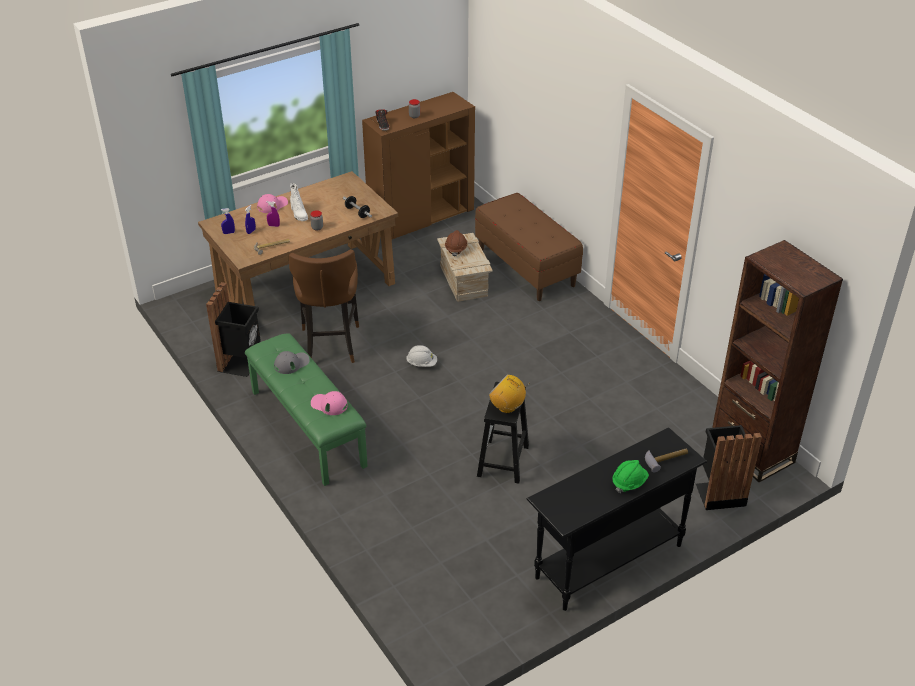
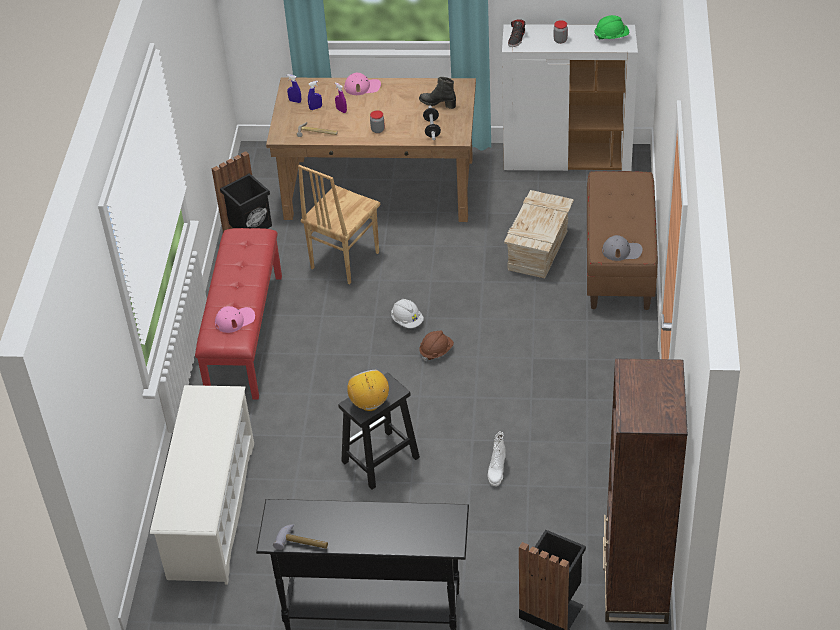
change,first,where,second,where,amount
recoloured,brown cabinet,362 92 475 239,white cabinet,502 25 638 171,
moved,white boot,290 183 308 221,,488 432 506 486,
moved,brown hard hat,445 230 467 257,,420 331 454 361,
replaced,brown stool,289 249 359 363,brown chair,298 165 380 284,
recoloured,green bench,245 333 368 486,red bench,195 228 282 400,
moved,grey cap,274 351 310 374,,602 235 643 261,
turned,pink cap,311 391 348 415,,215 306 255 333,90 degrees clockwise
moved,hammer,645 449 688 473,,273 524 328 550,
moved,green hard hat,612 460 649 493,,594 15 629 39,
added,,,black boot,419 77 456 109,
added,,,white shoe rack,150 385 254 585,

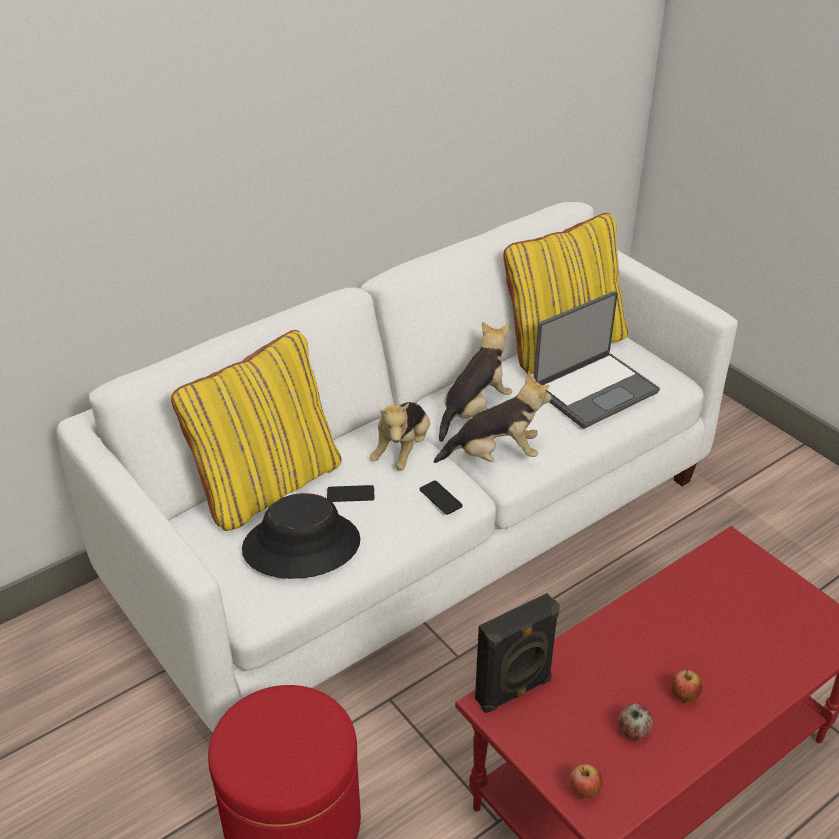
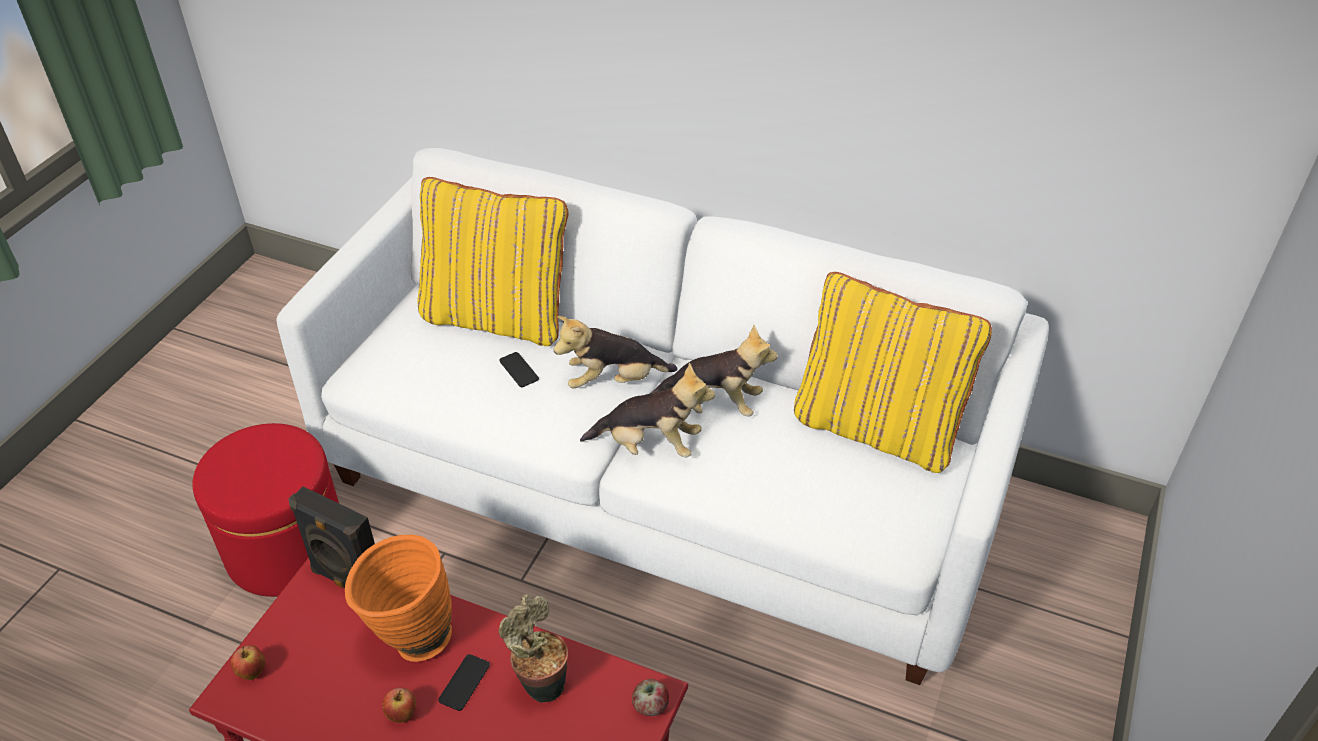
change,first,where,second,where,amount
removed,laptop,534 291 660 429,,,
turned,plush toy,434 371 552 463,,580 363 715 457,45 degrees counterclockwise
moved,phone,420 480 463 515,,439 654 490 711,
removed,black hat,242 493 360 579,,,
moved,apple,618 703 653 740,,632 679 669 716,
added,,,orange vase,345 535 452 662,
added,,,potted plant,499 594 568 703,

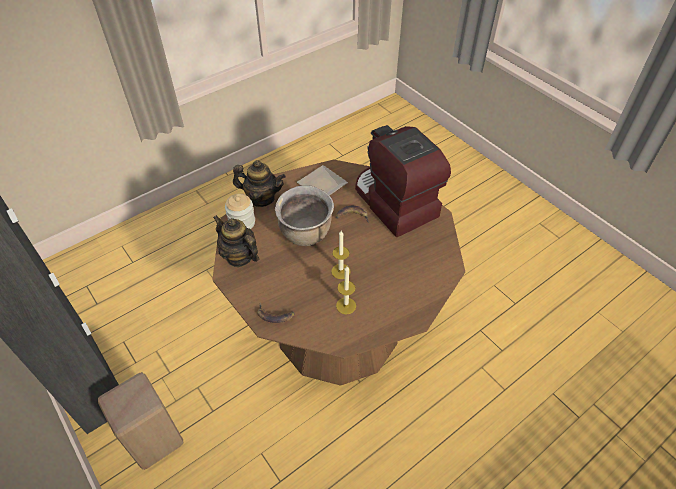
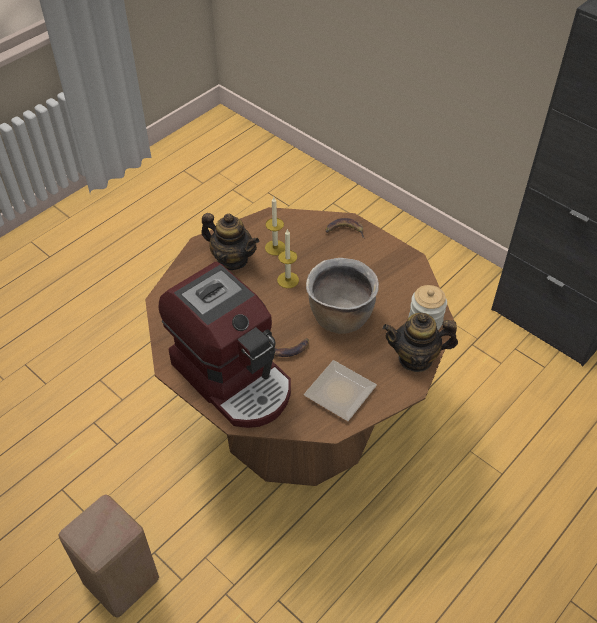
change,first,where,second,where,amount
moved,teapot,213 215 259 267,,201 213 259 270,
moved,beige stool,98 372 183 470,,58 494 159 618,

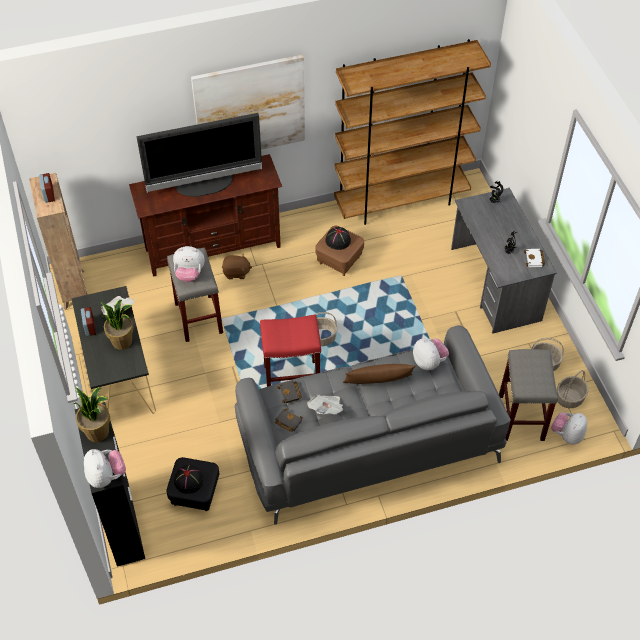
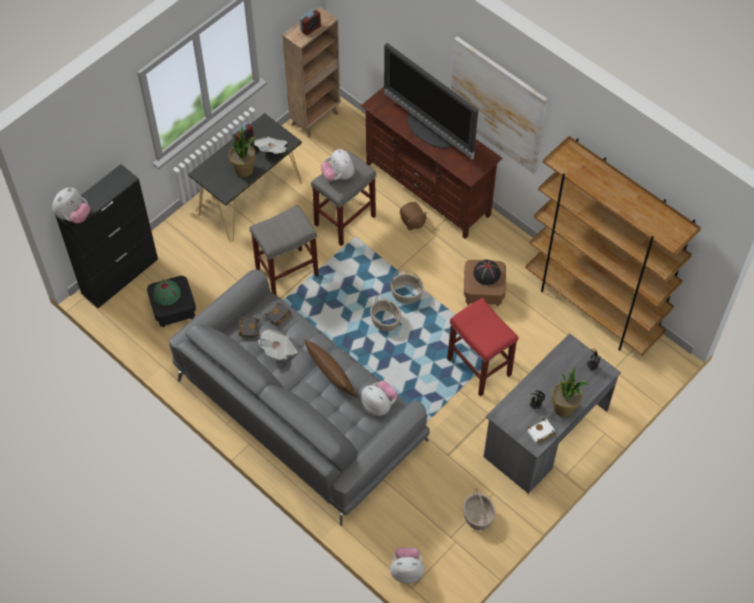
change,first,where,second,where,amount
moved,red stool,260 315 321 387,,447 298 518 396,
turned,plush toy,413 338 449 370,,361 381 398 416,75 degrees counterclockwise
moved,grey stool,499 349 558 441,,250 204 319 295,
moved,basket,557 370 589 408,,391 270 424 304,
moved,potted plant,72 387 110 442,,551 366 589 417,
recoloured,black hat,174 465 204 494,green hat,153 280 181 306,

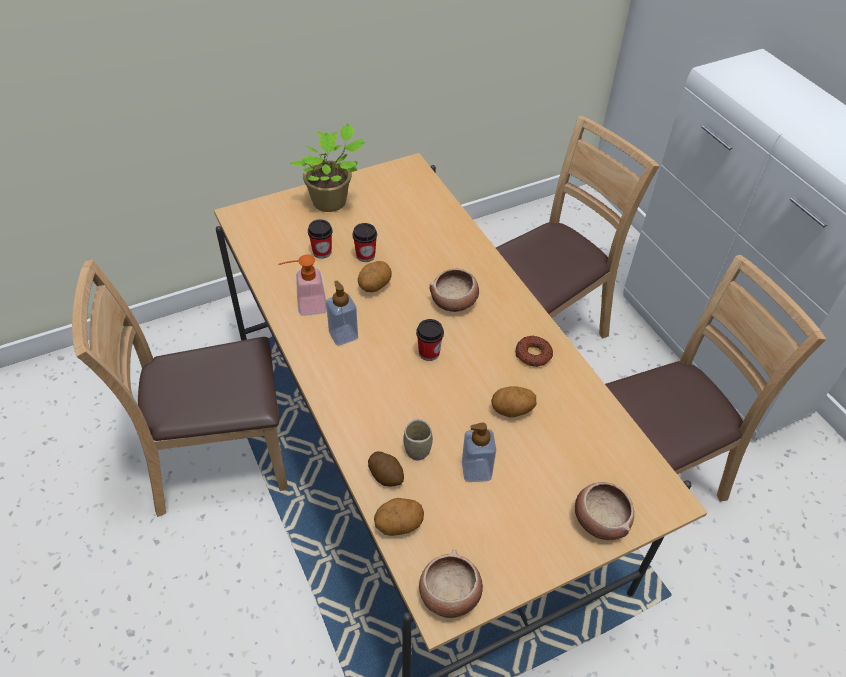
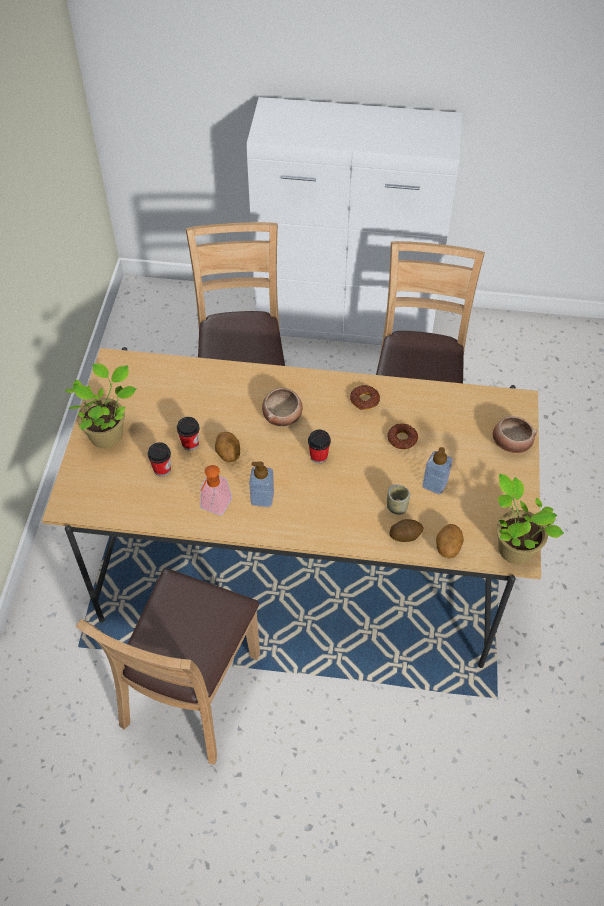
change,first,where,second,where,amount
replaced,potato,491 386 536 417,donut,388 424 418 449,
replaced,bowl,419 550 483 618,potted plant,497 474 564 564,

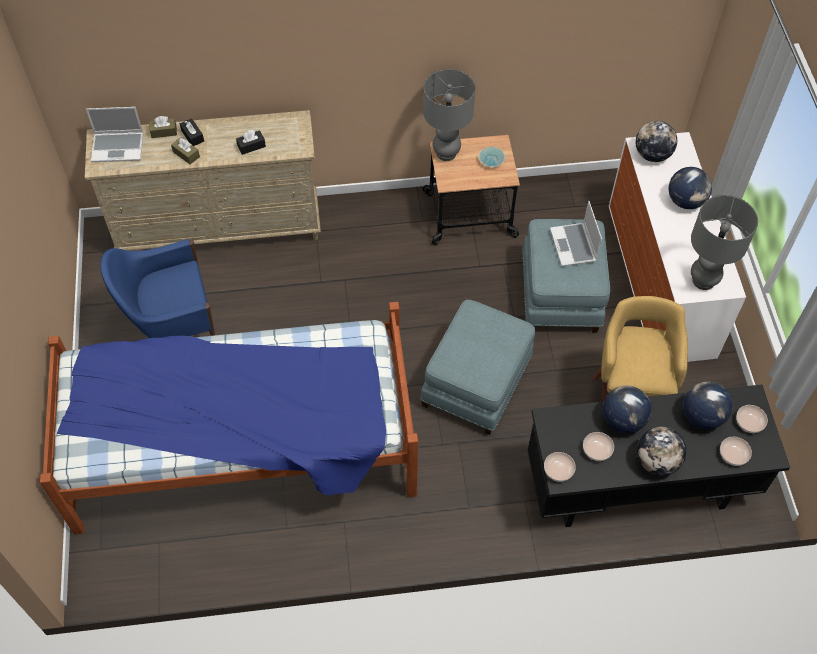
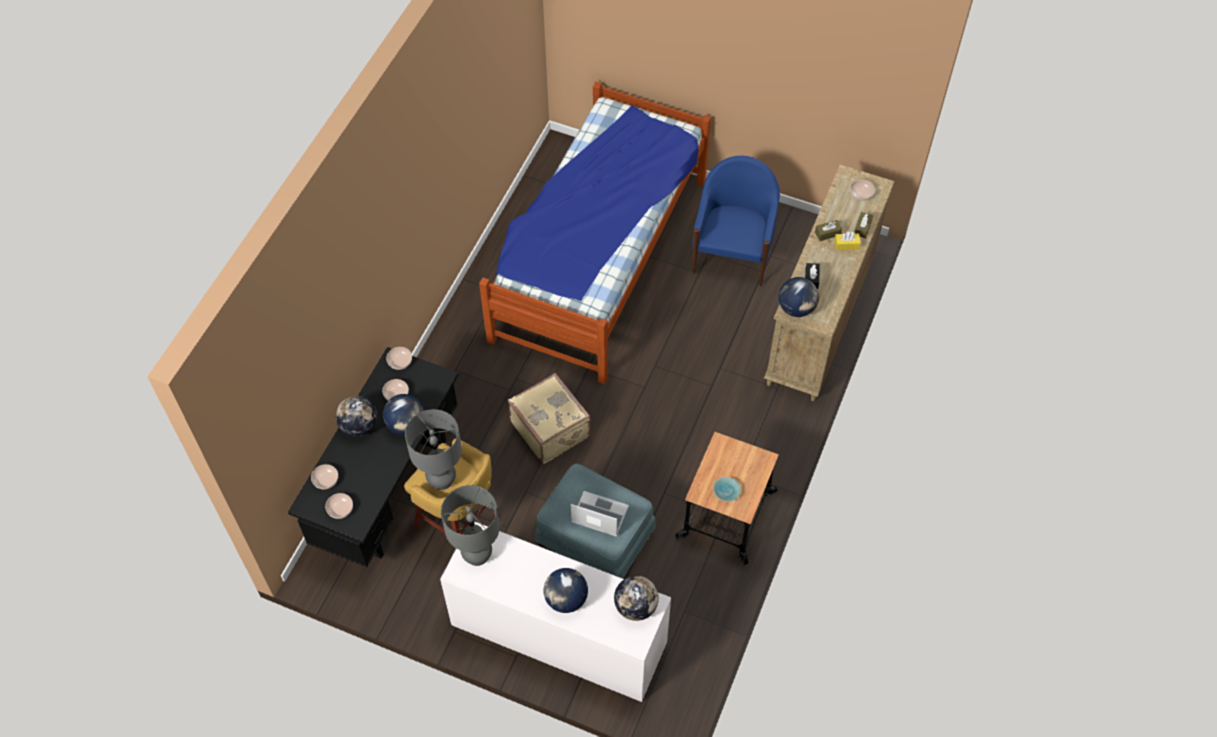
change,first,where,second,where,amount
moved,grey table lamp,423 69 475 161,,405 409 462 490,
replaced,laptop,86 107 143 162,bowl,850 180 875 201,
recoloured,black tissue box,180 118 204 146,yellow tissue box,834 232 861 250,
replaced,blue ottoman,420 300 535 435,beige suitcase,508 373 590 464,
moved,globe,683 382 732 429,,779 277 819 317,

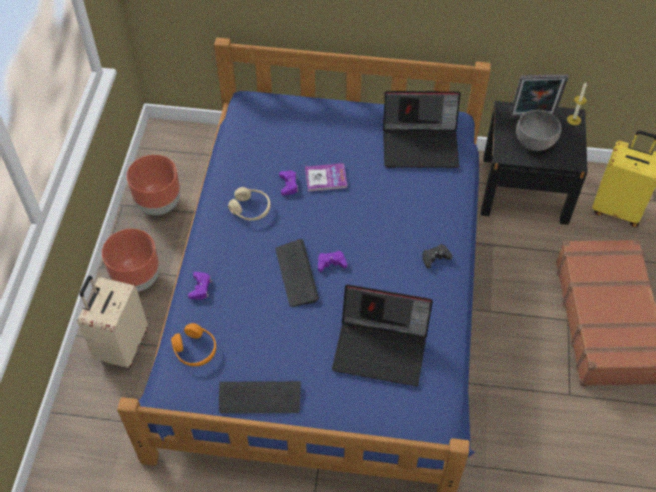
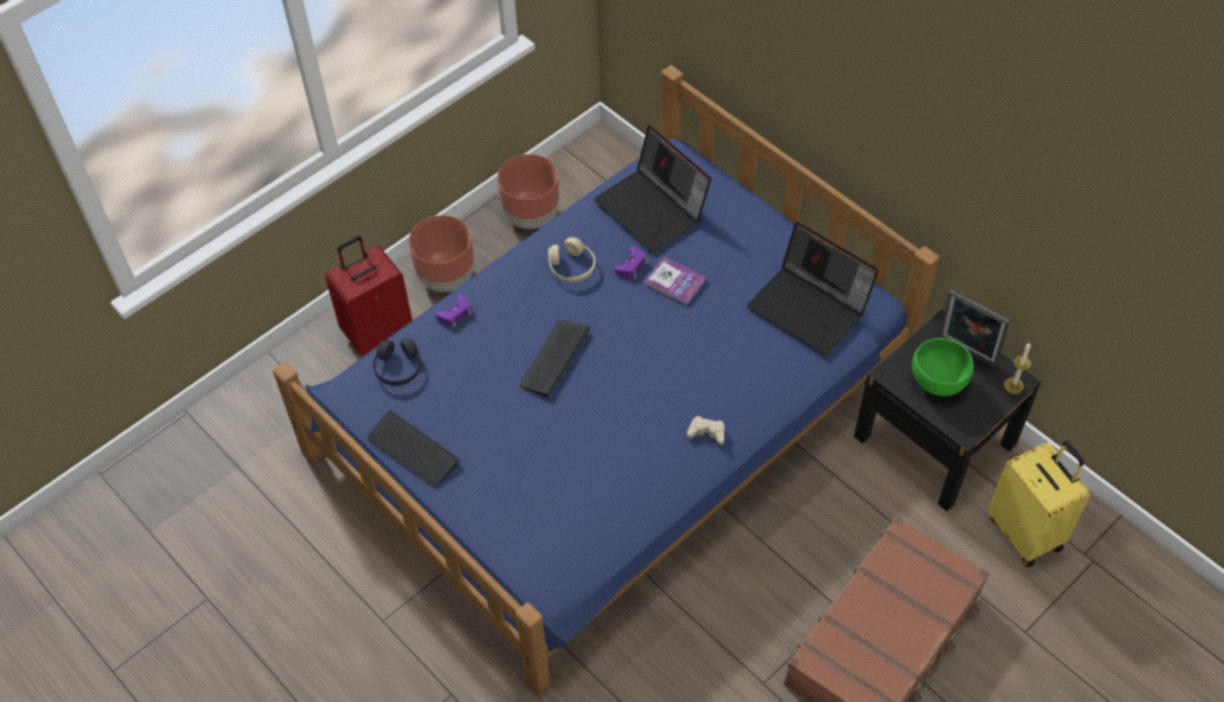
change,first,where,second,where,amount
recoloured,grey bowl,516 110 562 151,green bowl,912 338 974 396,
recoloured,black game controller,422 244 453 268,beige game controller,687 416 725 445,
removed,purple game controller,318 251 347 272,,,
recoloured,beige suitcase,77 276 148 368,red suitcase,325 236 412 356,
moved,laptop,332 284 433 386,,594 125 711 253,
recoloured,orange headphones,171 323 216 366,purple headphones,373 338 421 386,

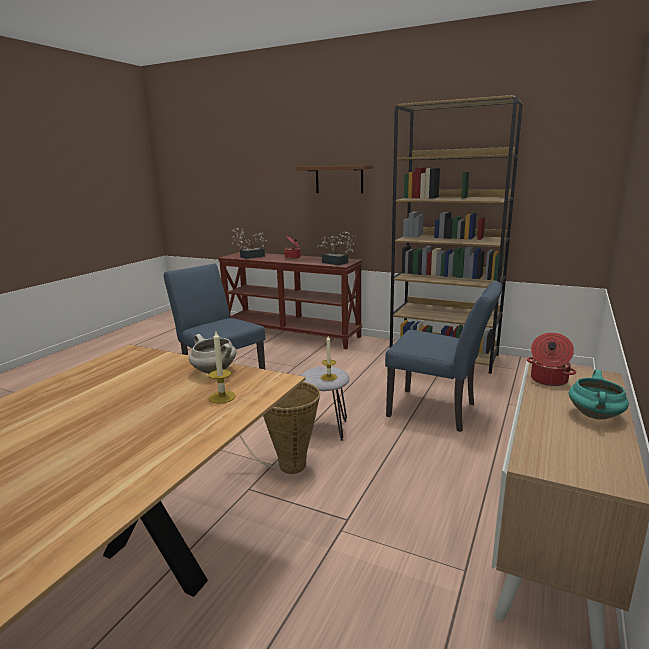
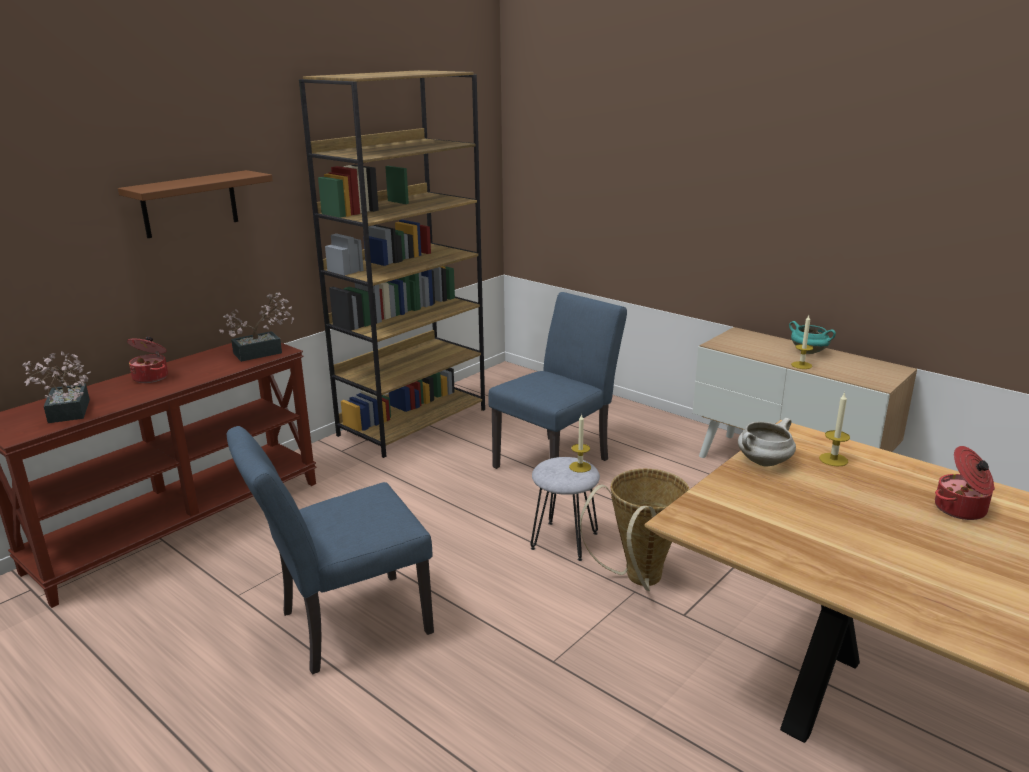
change,first,where,second,where,amount
moved,cooking pot,527 333 576 386,,935 446 995 520,
added,,,candle,791 315 813 369,

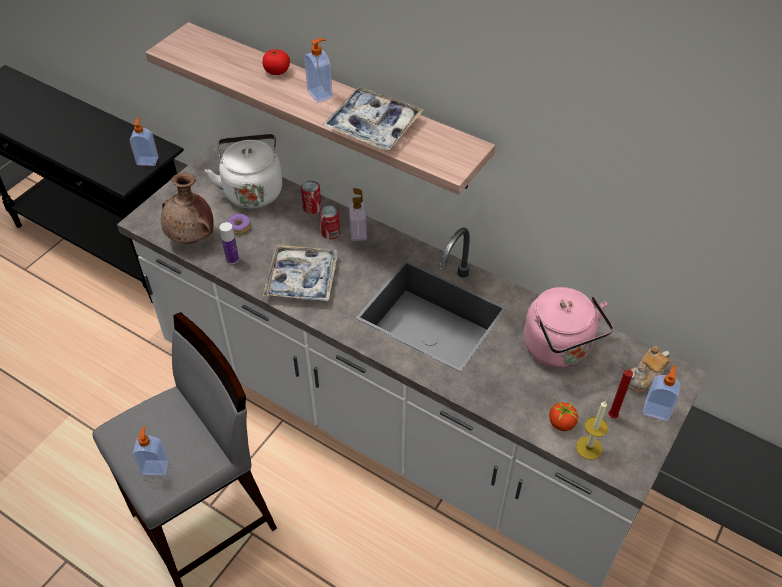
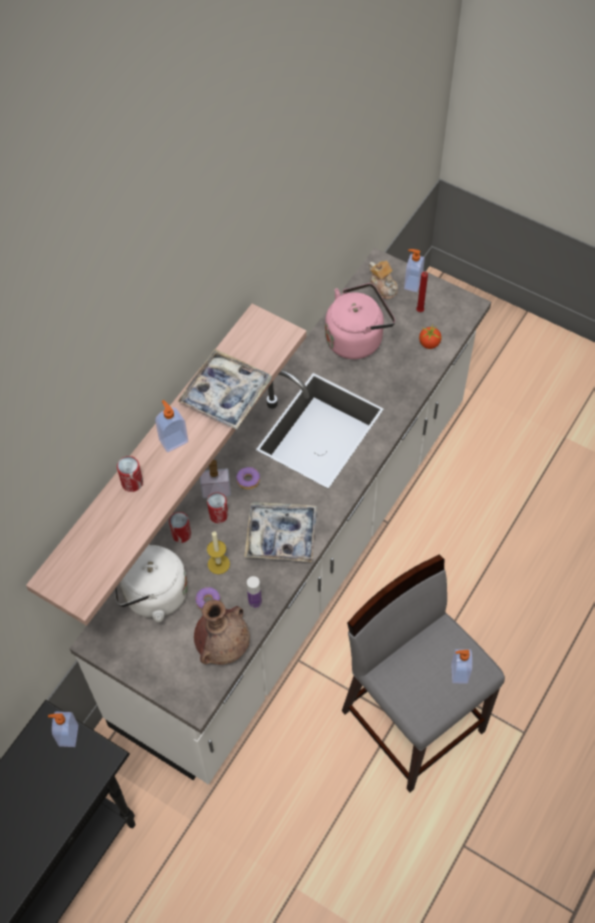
change,first,where,second,where,amount
replaced,tomato,263 49 290 75,can,117 456 143 492,
moved,candle,576 400 608 460,,207 531 230 574,
added,,,donut,236 467 260 490,

